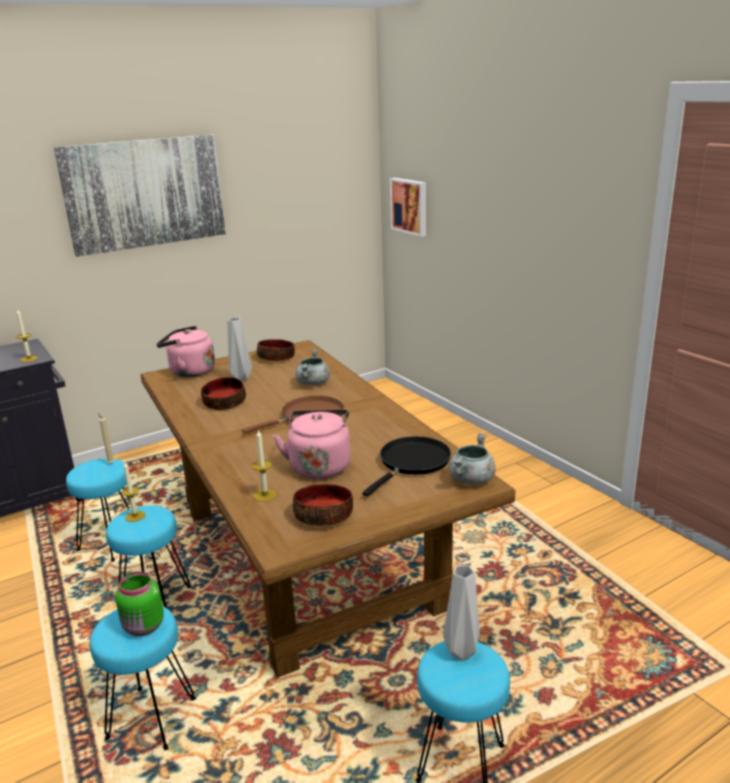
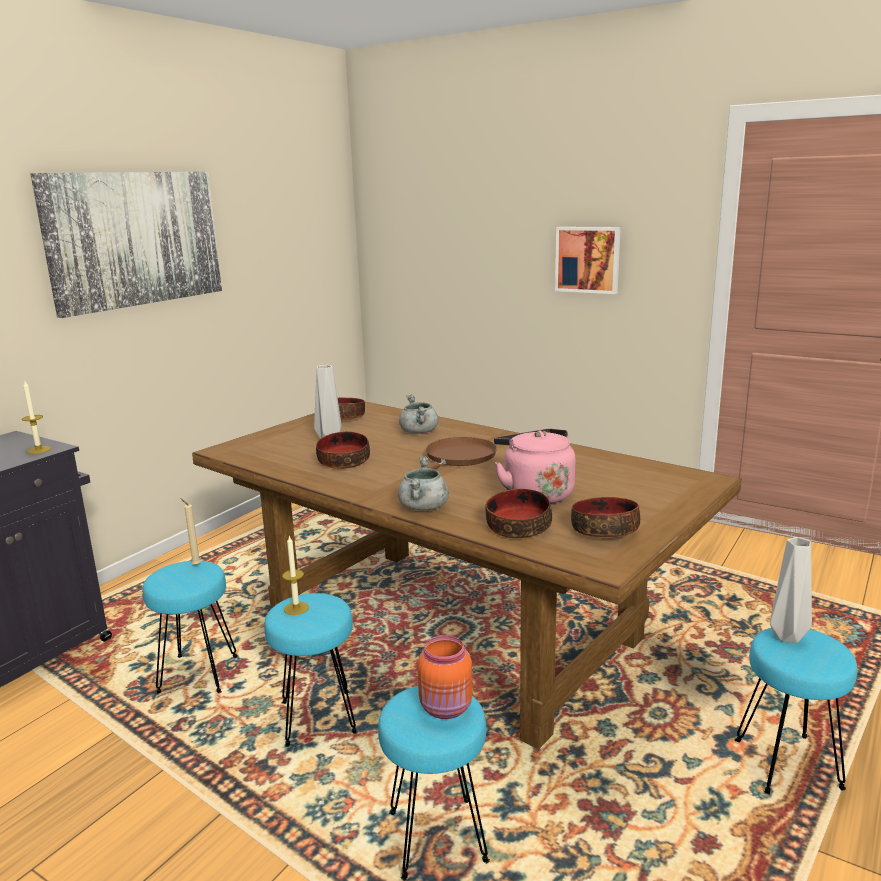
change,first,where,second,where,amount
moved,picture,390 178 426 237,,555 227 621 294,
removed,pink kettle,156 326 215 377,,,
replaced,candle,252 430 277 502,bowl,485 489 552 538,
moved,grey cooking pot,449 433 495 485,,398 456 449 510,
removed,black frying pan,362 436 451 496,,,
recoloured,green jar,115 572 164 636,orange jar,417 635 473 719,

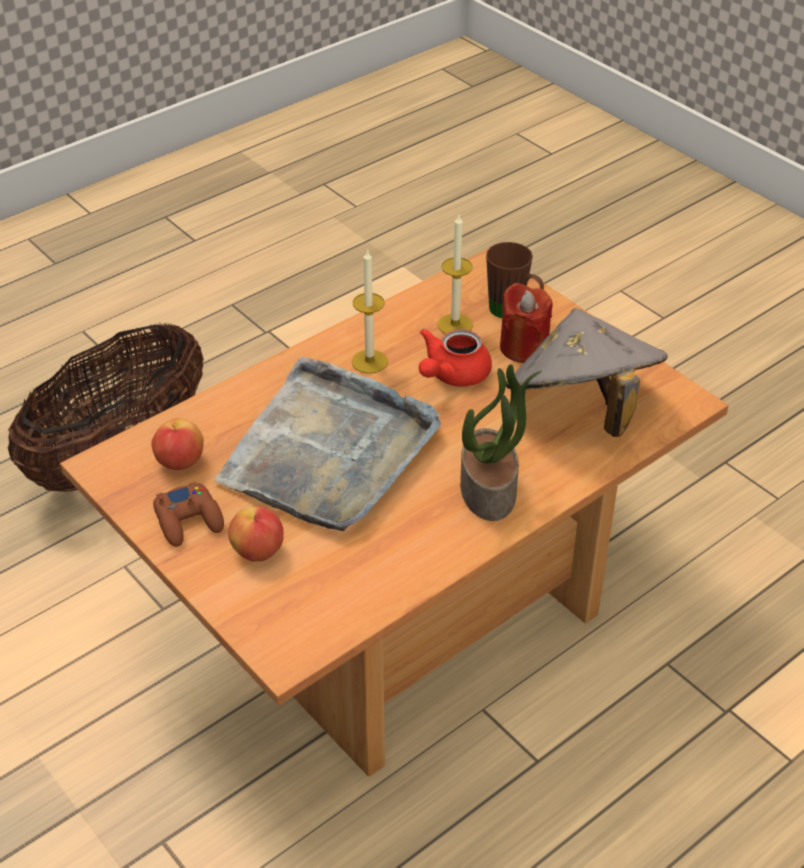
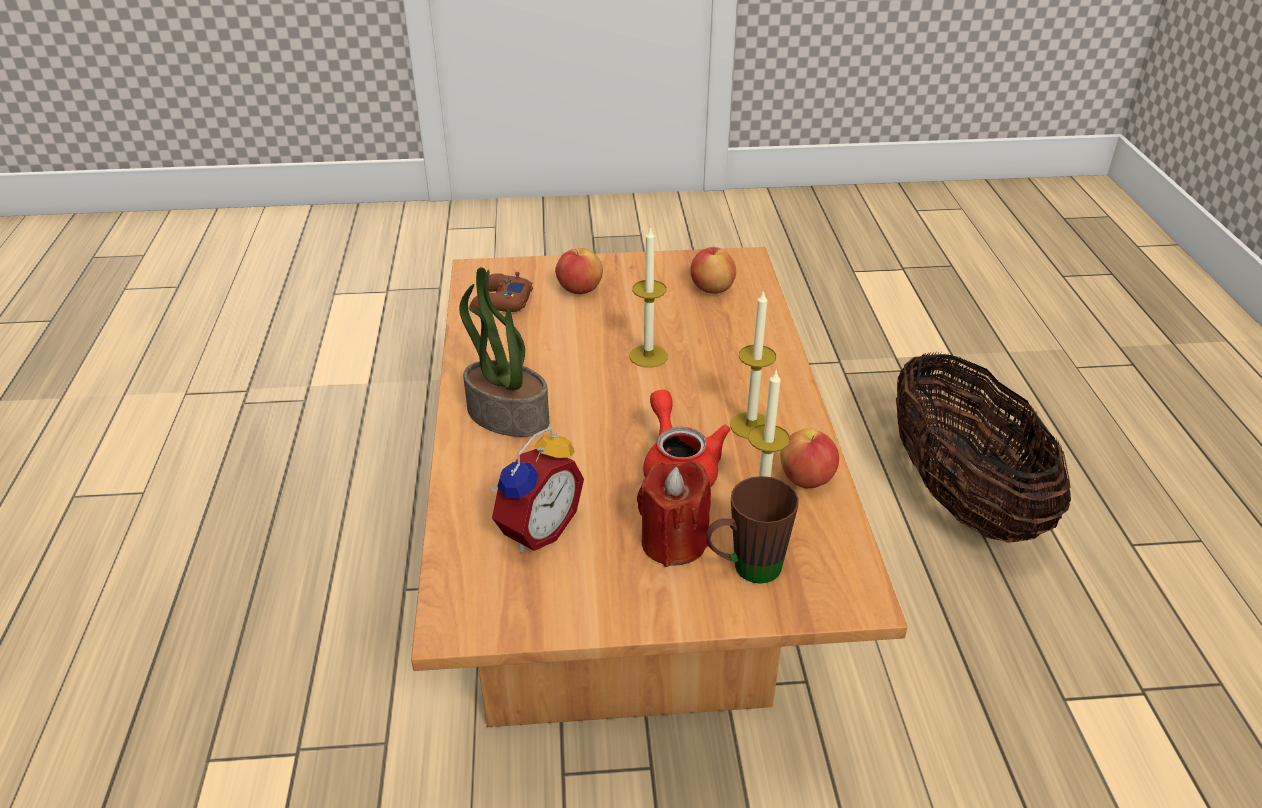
change,first,where,second,where,amount
replaced,grey hat,506 308 668 437,alarm clock,490 427 584 552,
replaced,grey tray,214 357 441 531,candle,629 227 668 368,
moved,brown game controller,153 482 224 547,,469 272 533 312,
added,,,apple,780 428 839 488,

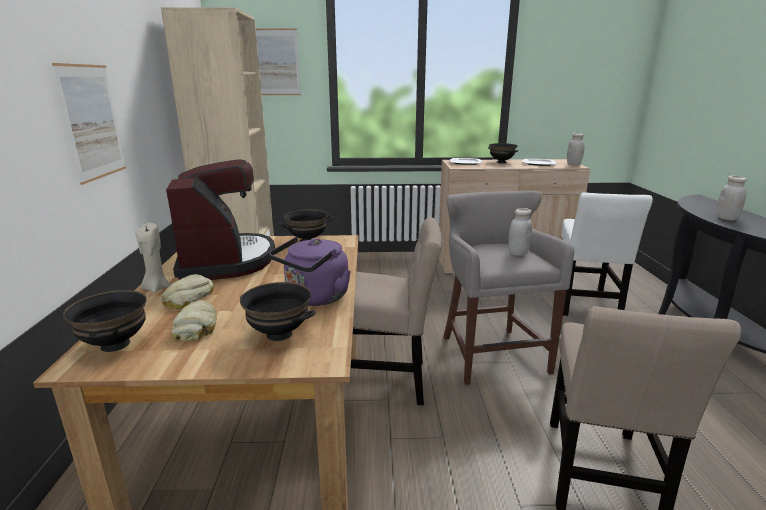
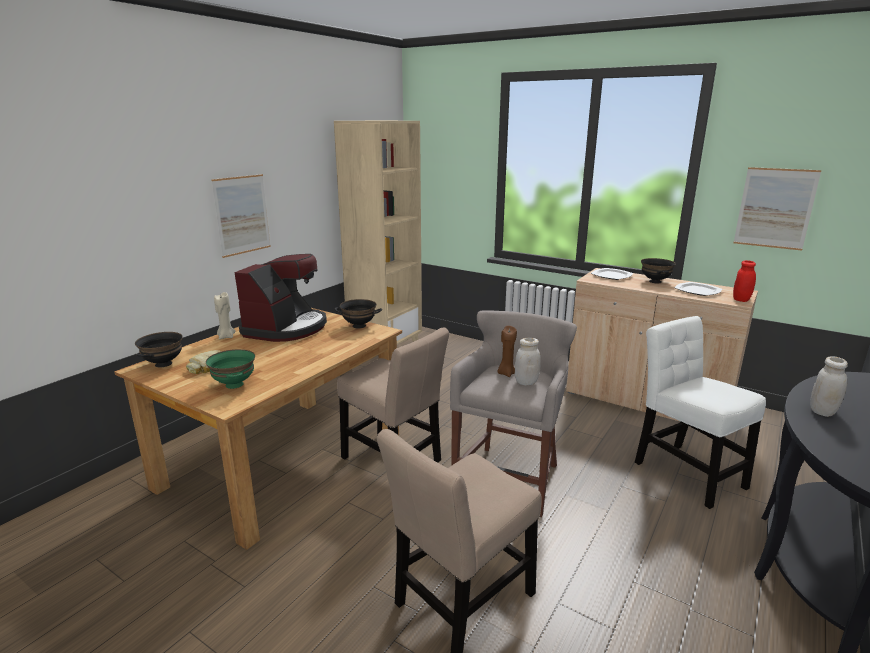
change,first,where,second,where,amount
moved,picture,256 28 301 95,,734 167 821 251,
recoloured,white jar,567 133 584 166,red jar,733 260 756 302,
turned,white chair,561 192 653 316,,635 316 766 509,105 degrees clockwise
removed,purple kettle,270 237 351 306,,,
removed,bread,161 274 214 309,,,
recoloured,black bowl,240 282 316 341,green bowl,206 349 255 389,
added,,,brown candle,497 326 517 377,

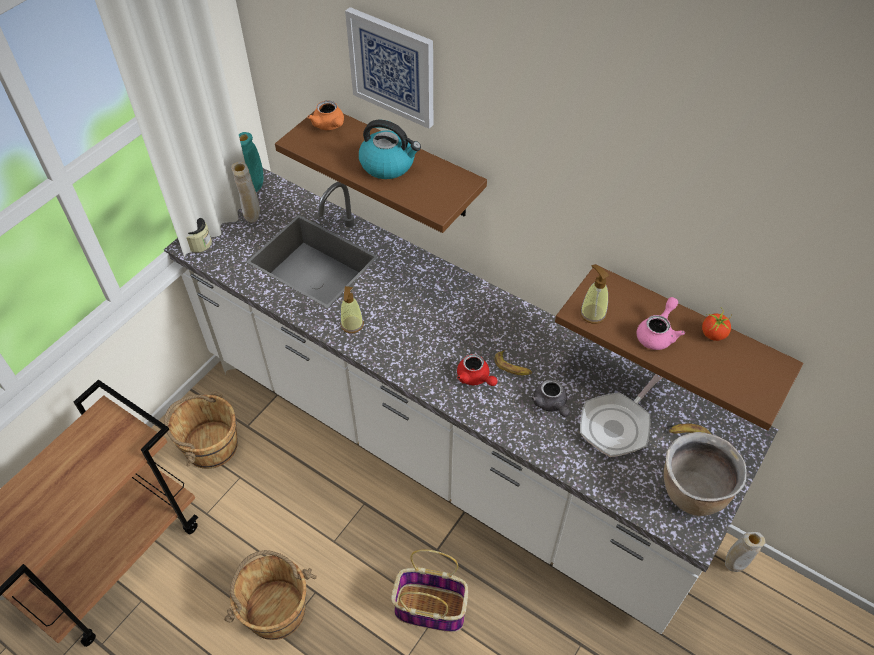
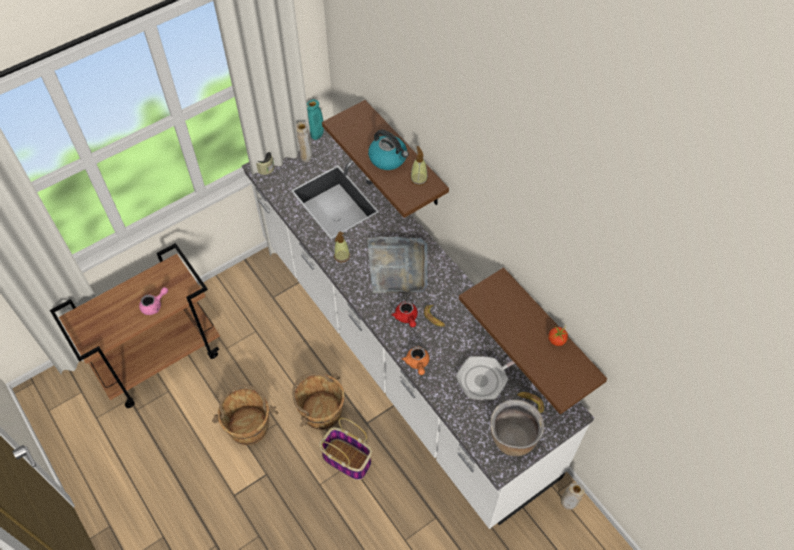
change,first,where,second,where,amount
removed,picture,345 7 433 129,,,
moved,orange teapot,307 101 344 130,,402 347 429 375,
moved,soap dispenser,580 264 610 324,,410 146 428 186,
moved,pink teapot,636 297 685 350,,139 287 168 315,
removed,grey teapot,531 379 570 417,,,
moved,brown bucket,164 391 238 469,,292 373 345 430,
added,,,grey tray,368 237 427 293,

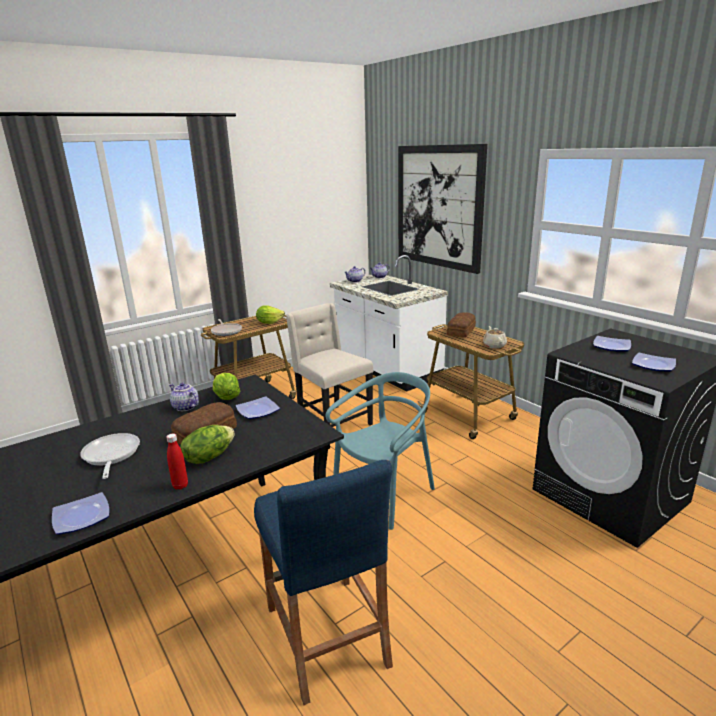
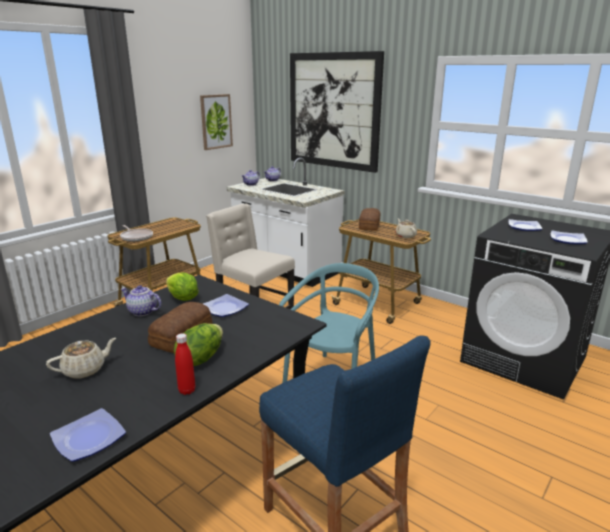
change,first,where,second,where,amount
removed,lettuce,256 305 285 324,,,
replaced,frying pan,80 433 140 479,beige teapot,46 338 116 379,
added,,,picture,200 94 233 150,

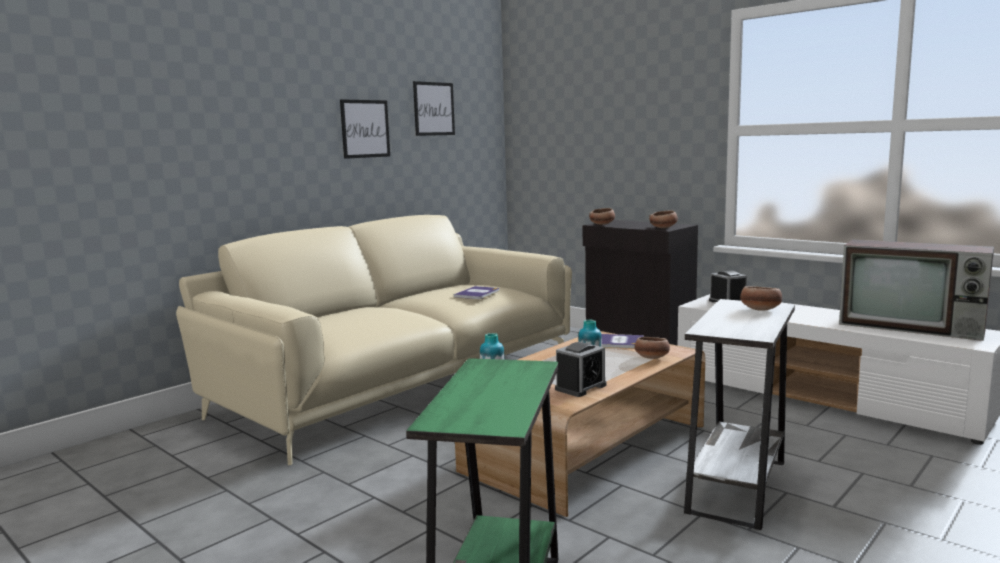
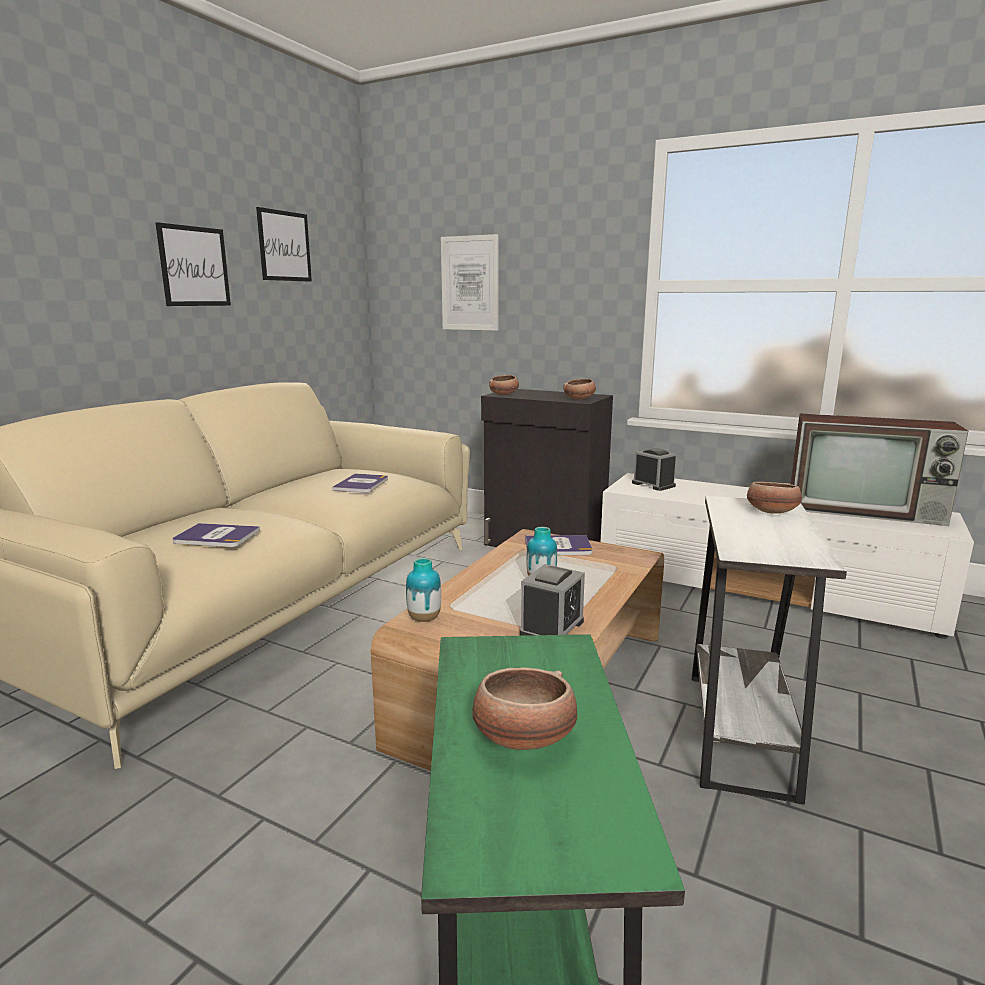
change,first,where,second,where,amount
moved,bowl,635 337 670 359,,472 668 577 750,
added,,,picture,441 234 499 331,
added,,,book,173 523 260 547,

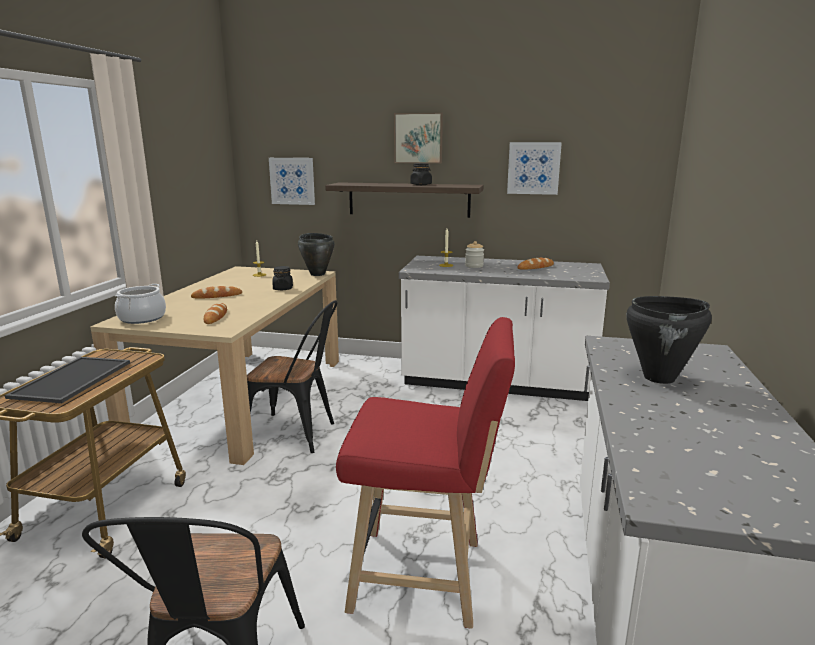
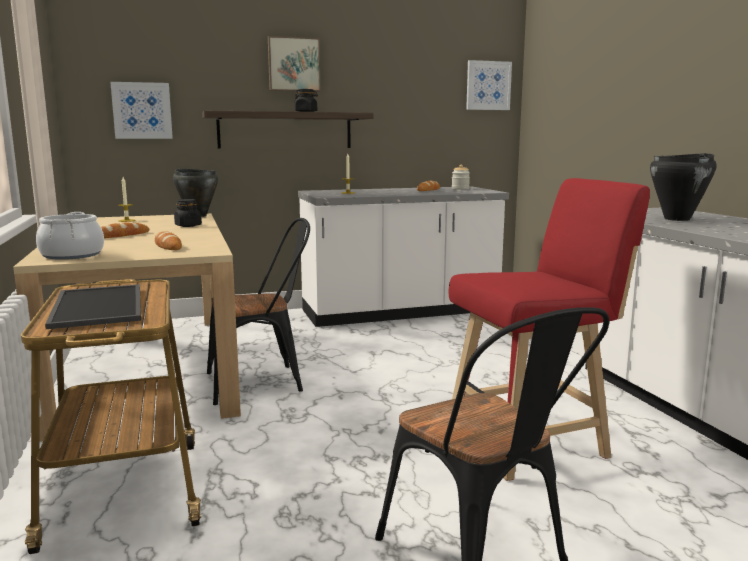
change,first,where,second,where,amount
moved,picture,507 142 562 195,,466 60 512 110,
moved,jar,465 241 484 268,,452 165 470 190,

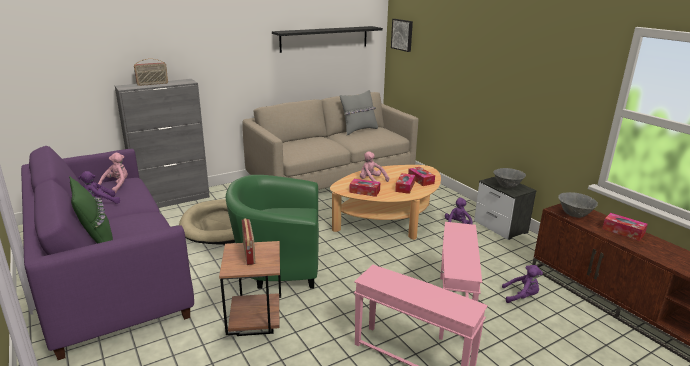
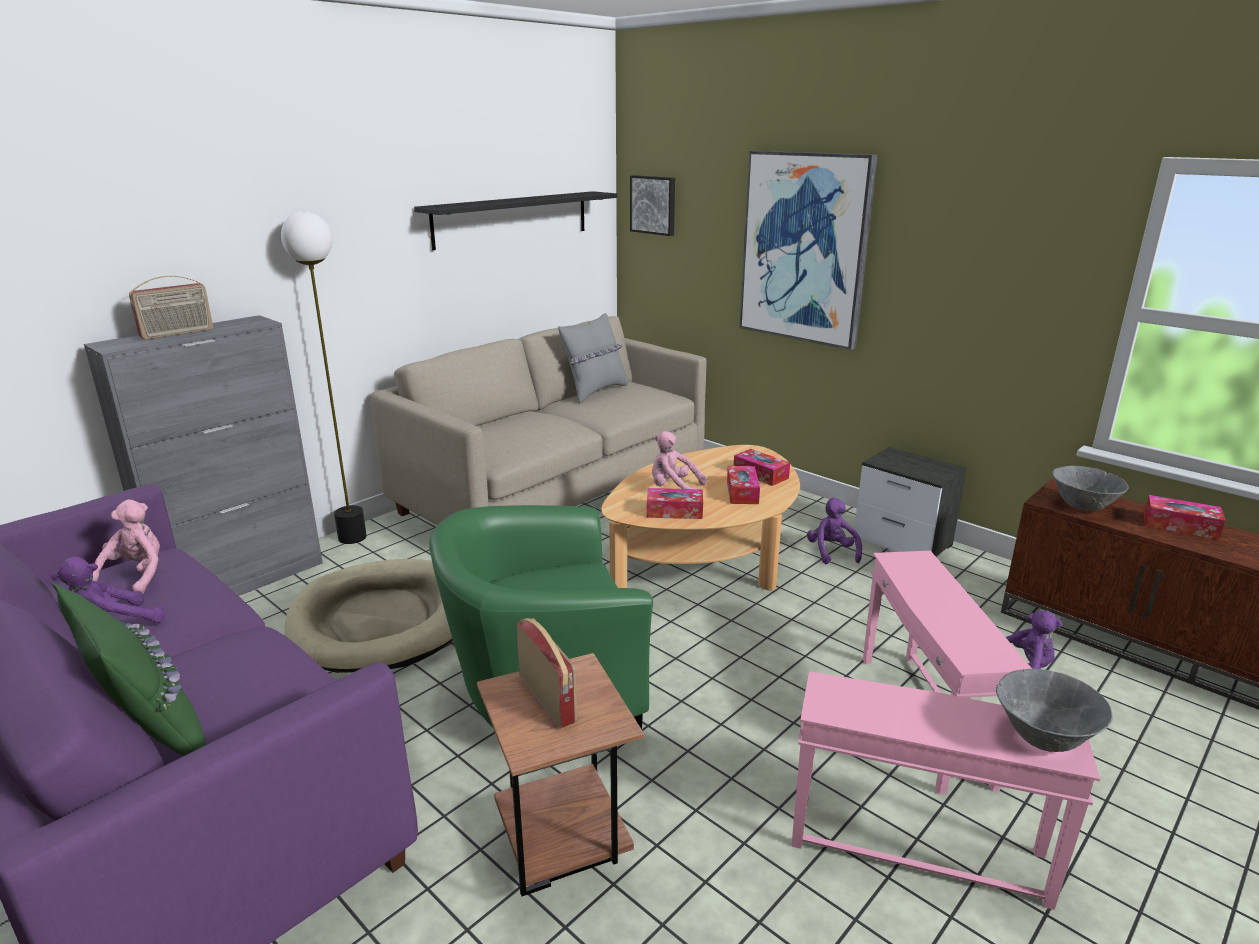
change,first,where,second,where,amount
moved,grey bowl,493 168 526 188,,996 669 1113 752,
added,,,picture,740 151 878 350,
added,,,floor lamp,281 211 367 544,

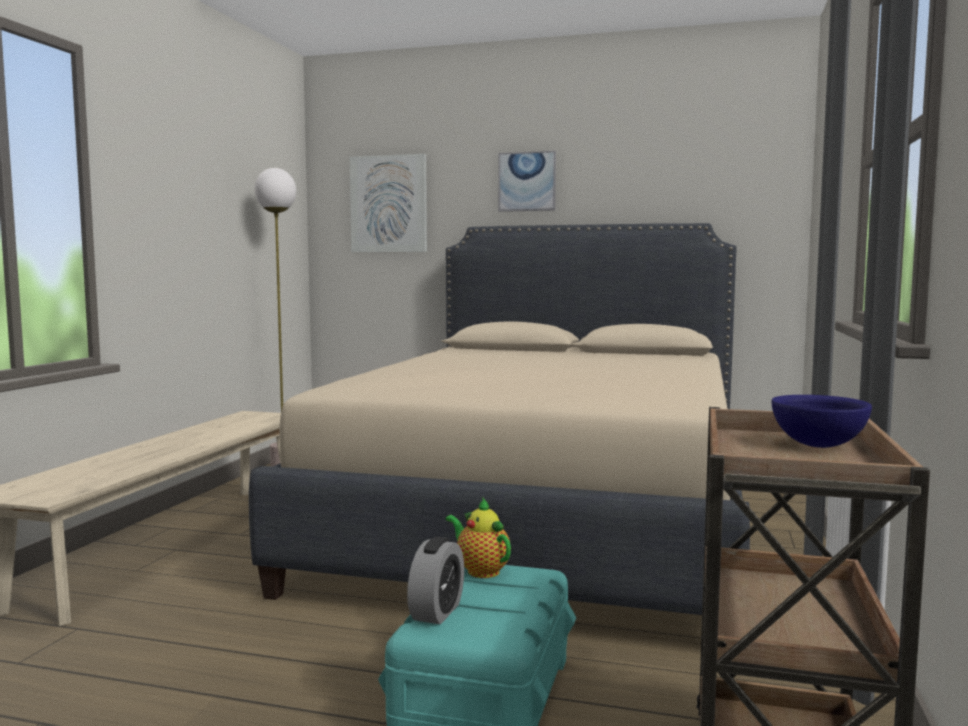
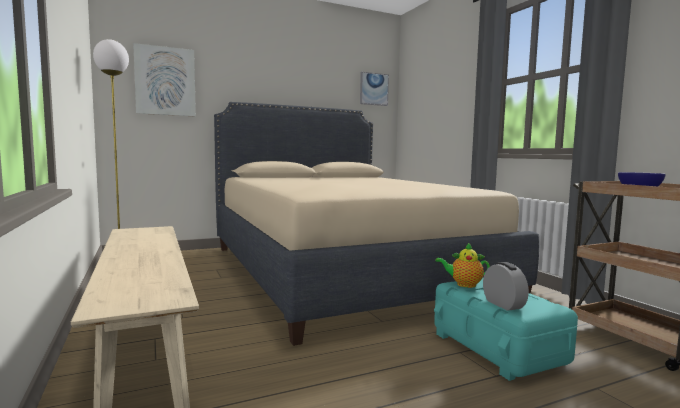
change,first,where,second,where,amount
moved,picture,498 151 556 212,,360 72 389 106,

